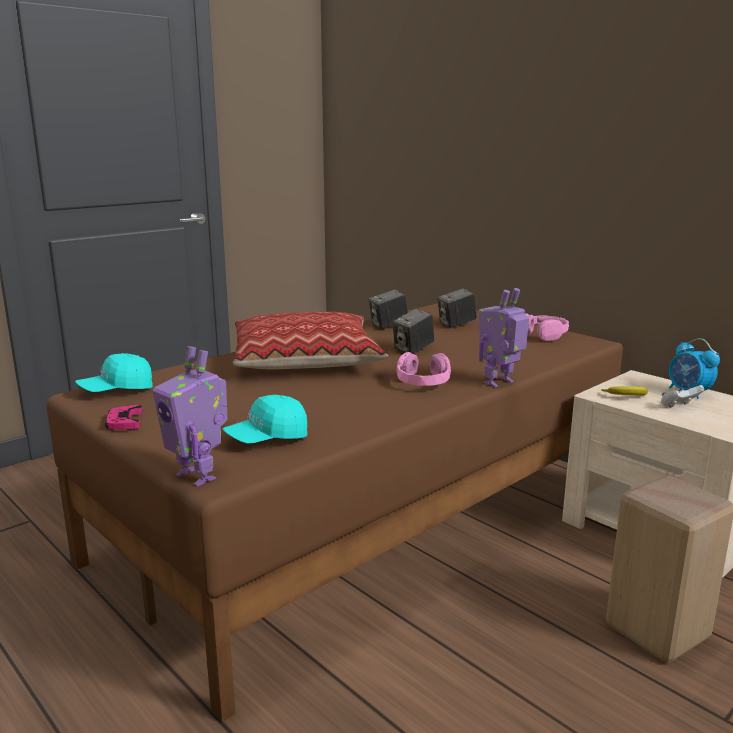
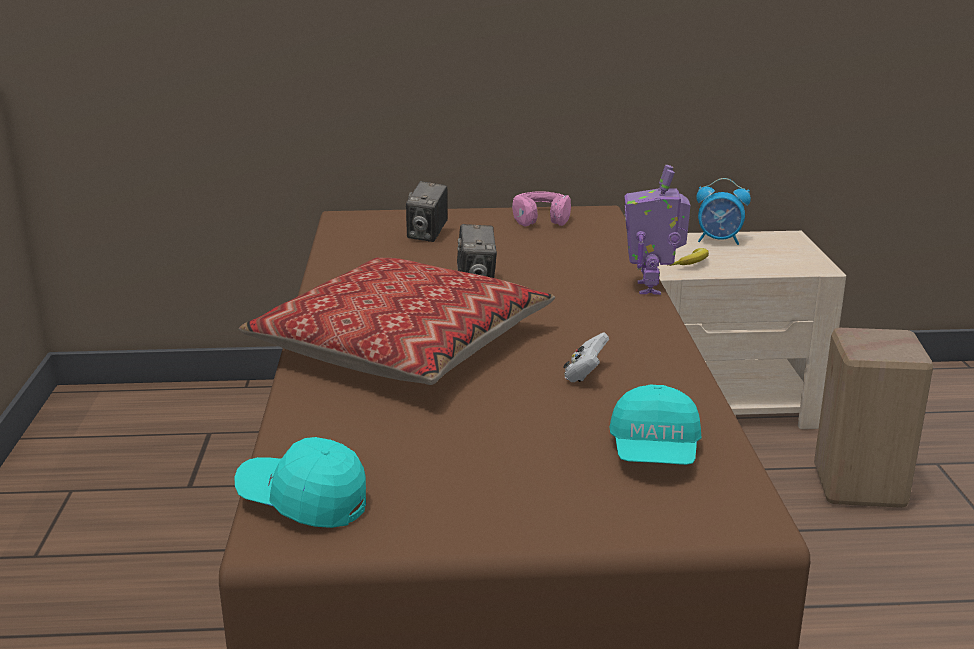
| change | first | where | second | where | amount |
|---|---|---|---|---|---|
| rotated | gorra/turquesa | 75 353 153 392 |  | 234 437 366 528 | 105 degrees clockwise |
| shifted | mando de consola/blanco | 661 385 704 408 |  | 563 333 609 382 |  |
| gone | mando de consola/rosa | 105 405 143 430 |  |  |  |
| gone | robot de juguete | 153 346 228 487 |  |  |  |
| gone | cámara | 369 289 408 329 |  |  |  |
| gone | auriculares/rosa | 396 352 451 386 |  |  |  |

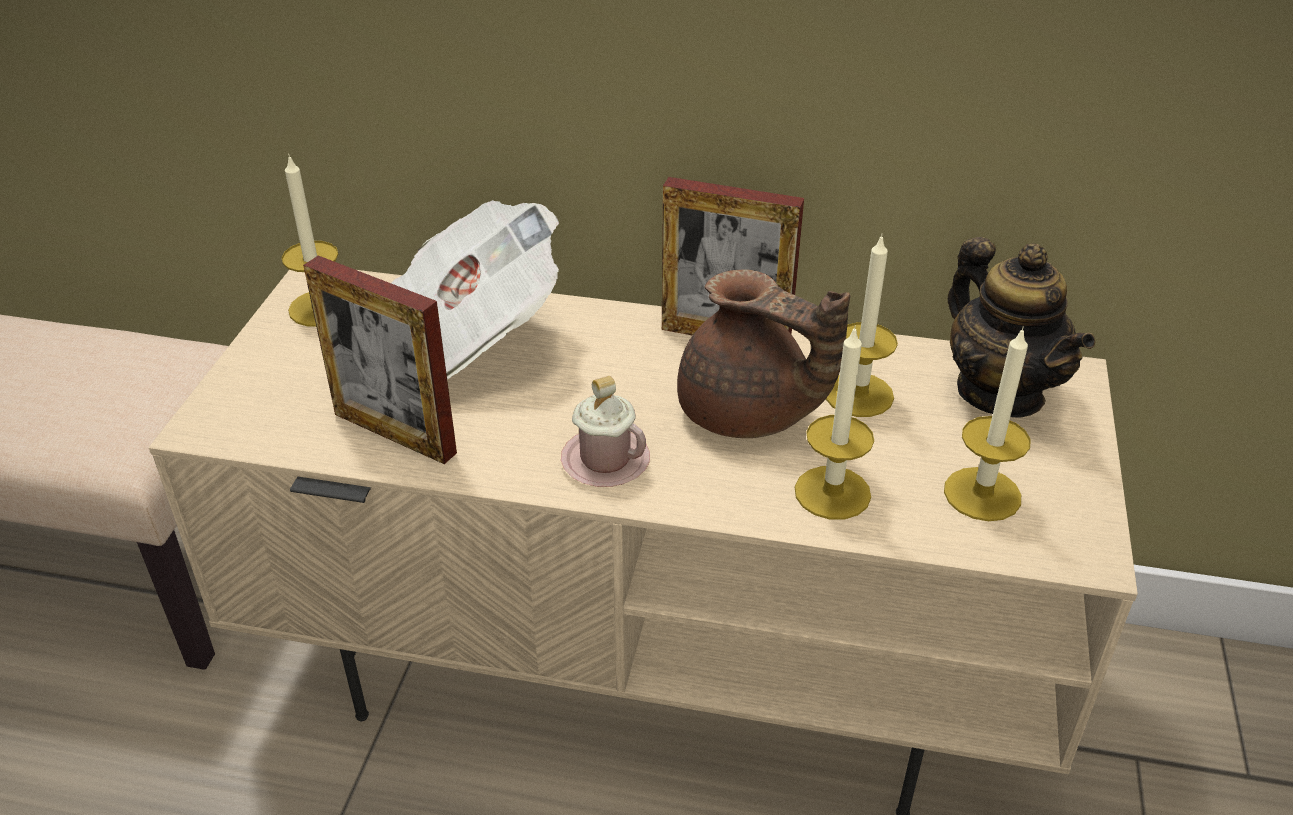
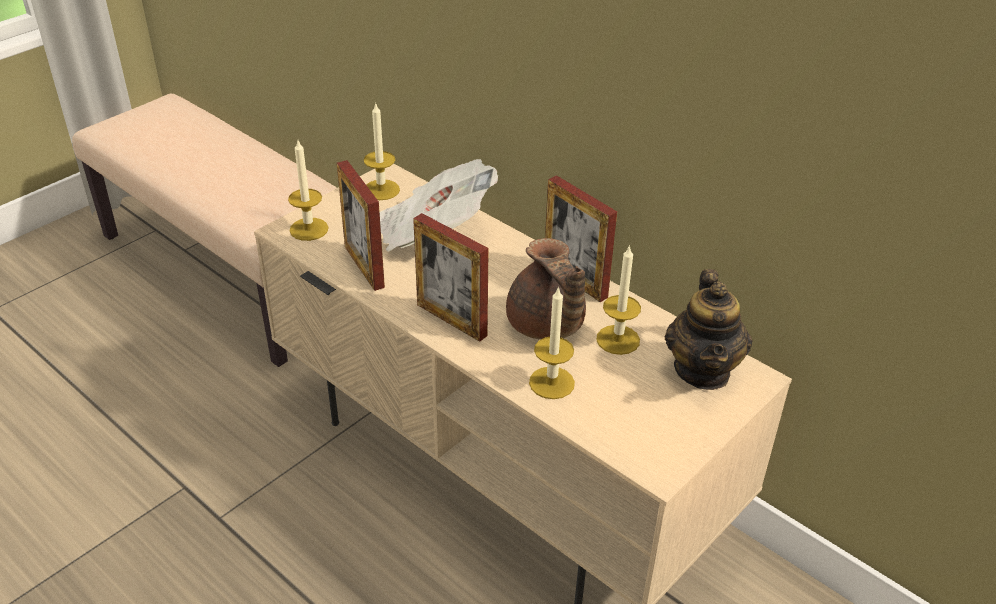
| change | first | where | second | where | amount |
|---|---|---|---|---|---|
| shifted | vela | 944 327 1030 521 |  | 288 141 329 241 |  |
| swapped | taza grande/rosa | 561 376 650 487 | portarretratos | 413 213 489 342 |  |

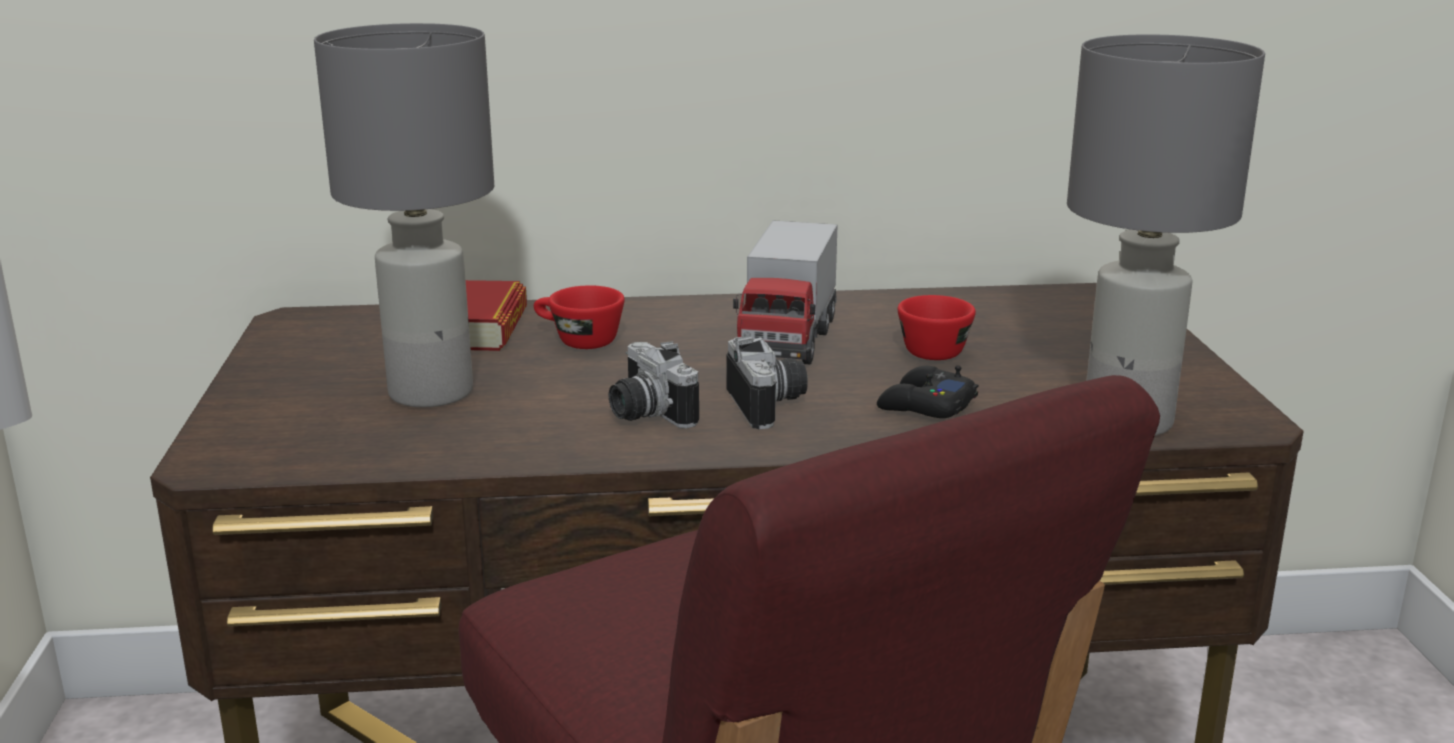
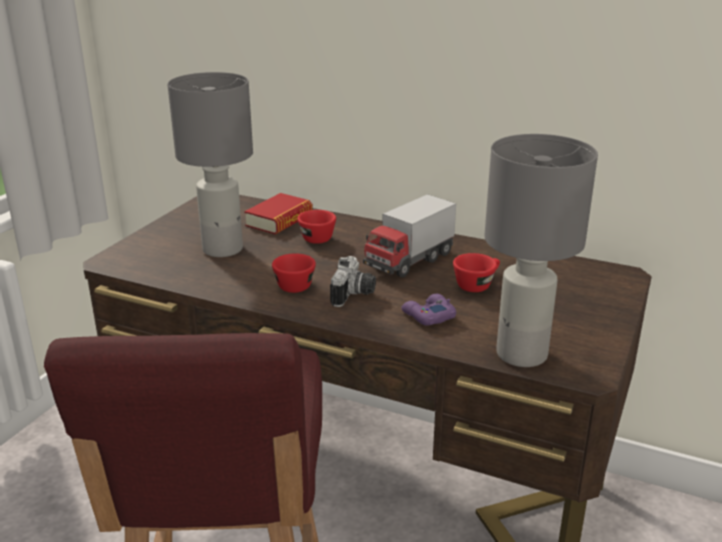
| change | first | where | second | where | amount |
|---|---|---|---|---|---|
| swapped | cámara | 609 341 699 428 | taza/rojo | 272 253 316 293 |  |
| repainted | mando de consola/negro | 877 366 978 418 | mando de consola/morado | 401 294 456 326 |  |

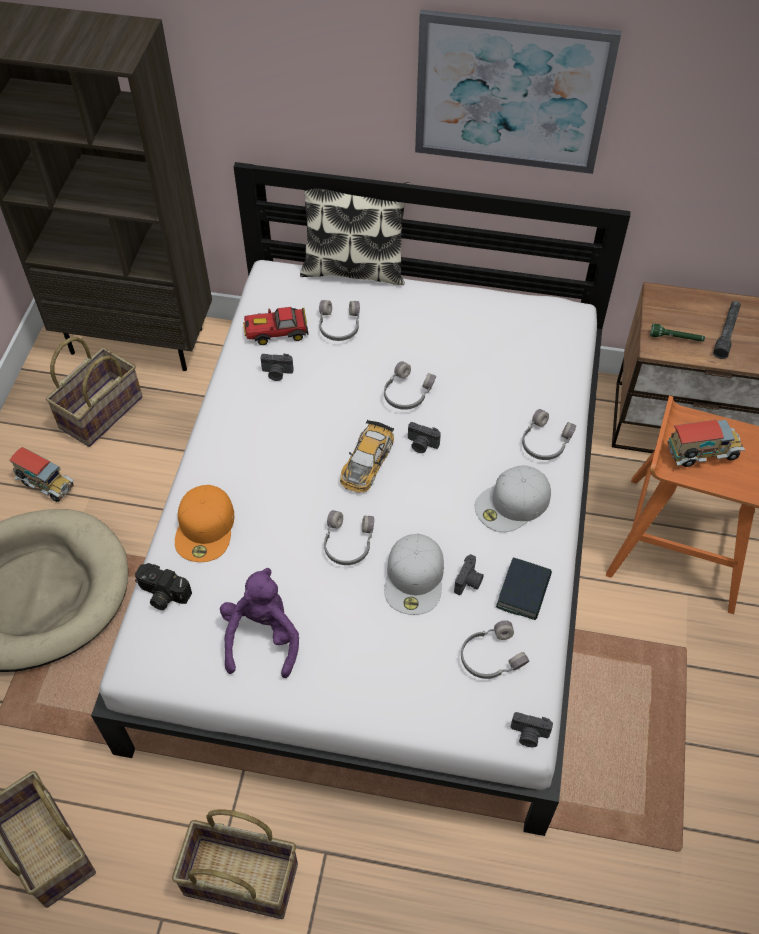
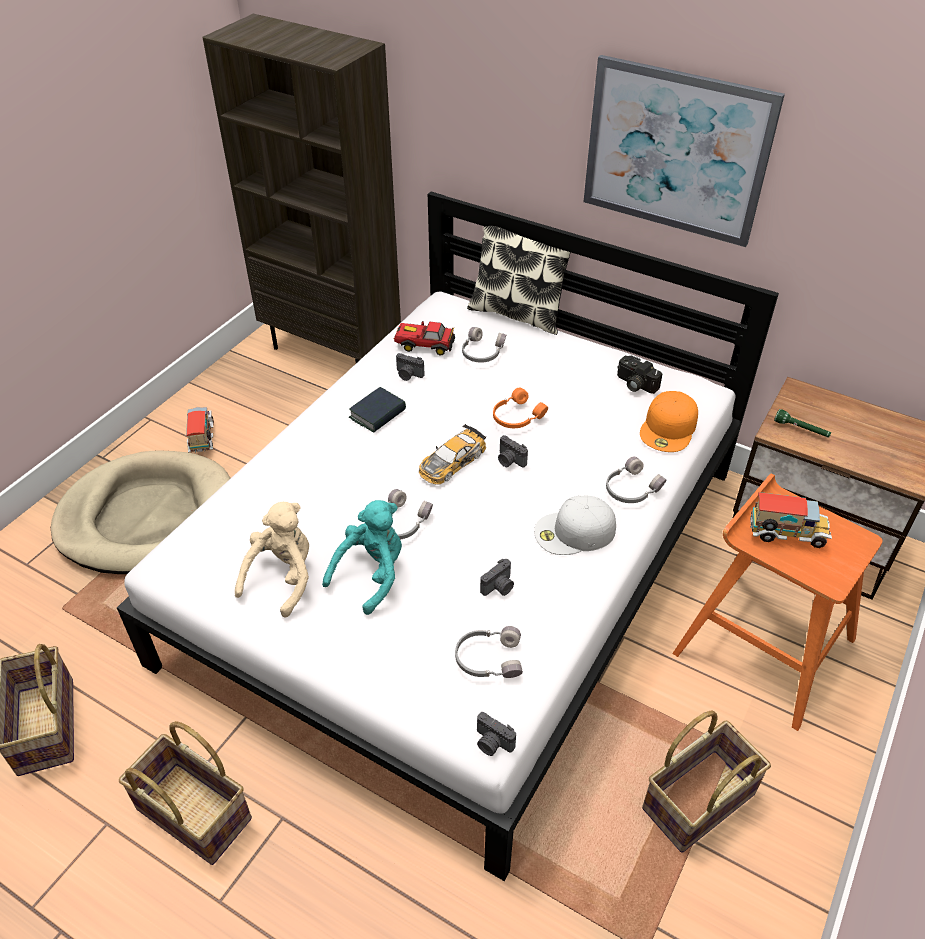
| change | first | where | second | where | amount |
|---|---|---|---|---|---|
| rotated | camión de juguete | 9 447 74 502 |  | 186 407 214 453 | 150 degrees counterclockwise |
| repainted | peluche/morado | 220 568 299 678 | peluche/beis | 235 502 309 618 |  |
| new |  |  | peluche/turquesa | 322 500 402 615 |  |
| shifted | libro | 496 558 552 620 |  | 349 387 406 433 |  |
| repainted | auriculares/gris | 384 361 436 410 | auriculares/naranja | 493 388 548 428 |  |
| shifted | cámara | 135 563 192 610 |  | 617 356 662 394 |  |
| shifted | gorra/naranja | 175 485 234 562 |  | 640 391 698 452 |  |
| shifted | cesta | 46 337 143 447 |  | 642 710 771 853 |  |
| gone | gorra/blanco | 384 534 444 615 |  |  |  |
| gone | linterna/gris | 713 301 741 359 |  |  |  |

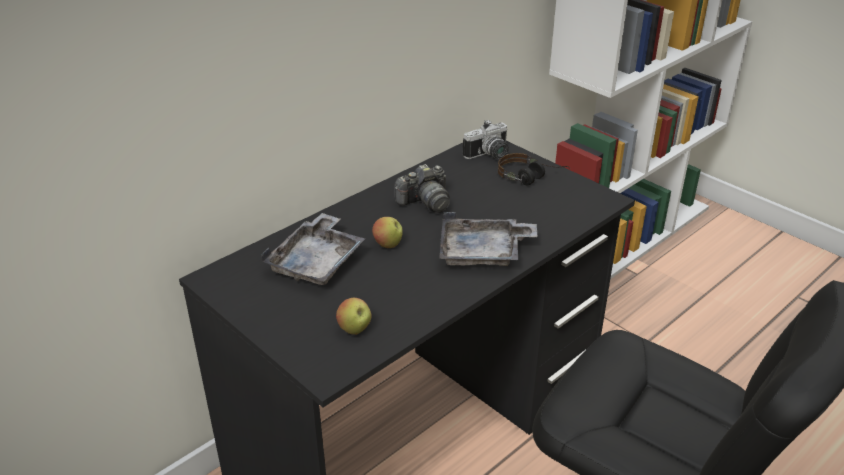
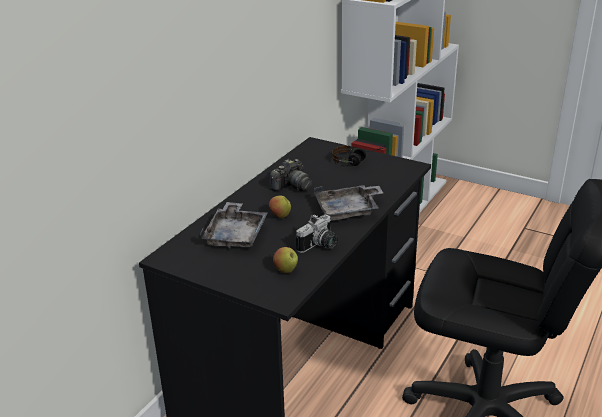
| change | first | where | second | where | amount |
|---|---|---|---|---|---|
| shifted | cámara | 463 120 509 159 |  | 296 214 338 253 |  |

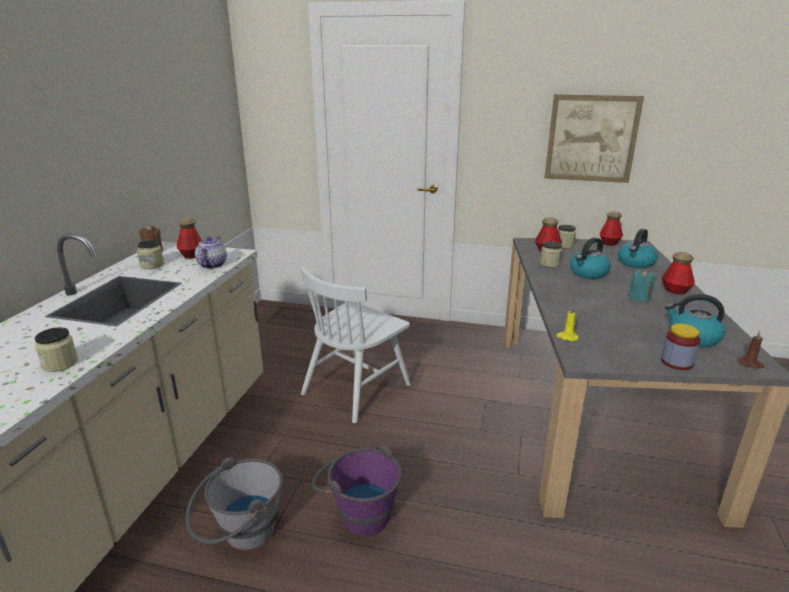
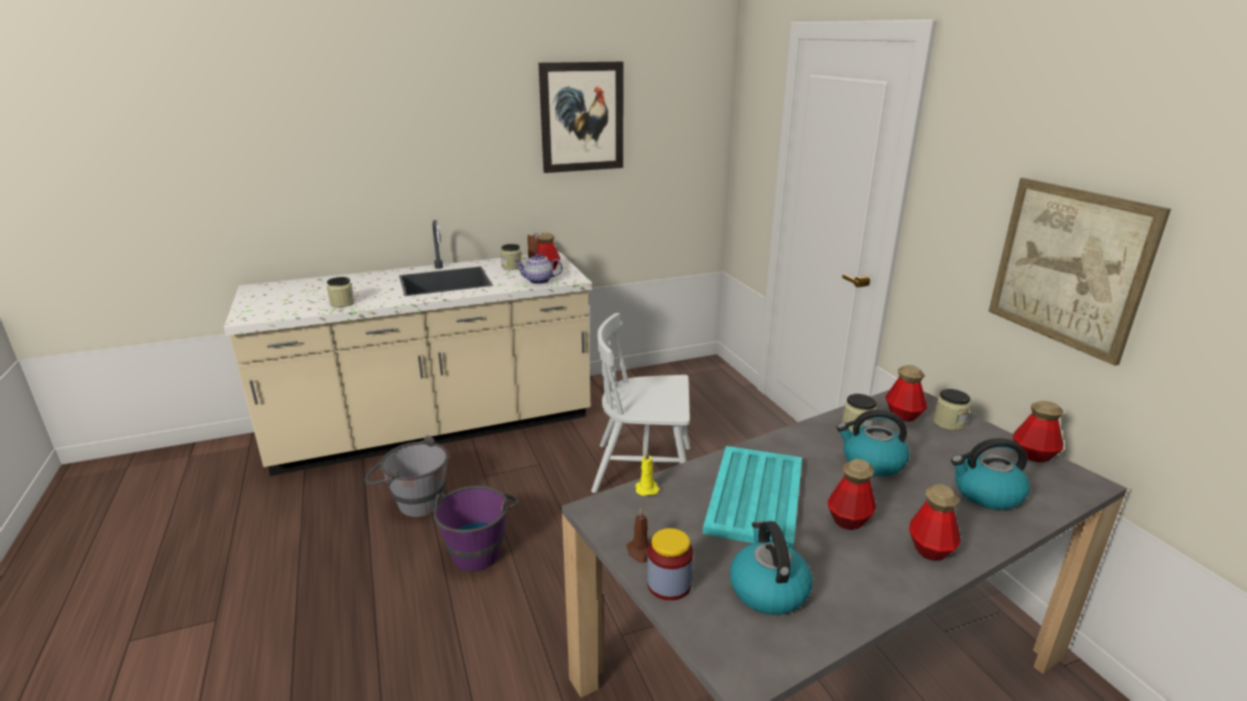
| change | first | where | second | where | amount |
|---|---|---|---|---|---|
| rotated | tetera | 195 237 227 269 |  | 515 253 563 284 | 150 degrees counterclockwise |
| new |  |  | cuadro | 539 62 623 173 |  |
| shifted | vela/marrón | 738 331 764 369 |  | 626 509 651 563 |  |
| new |  |  | bandeja/turquesa | 703 446 802 549 |  |
| swapped | vela/turquesa | 628 270 656 302 | botella | 827 459 876 530 |  |

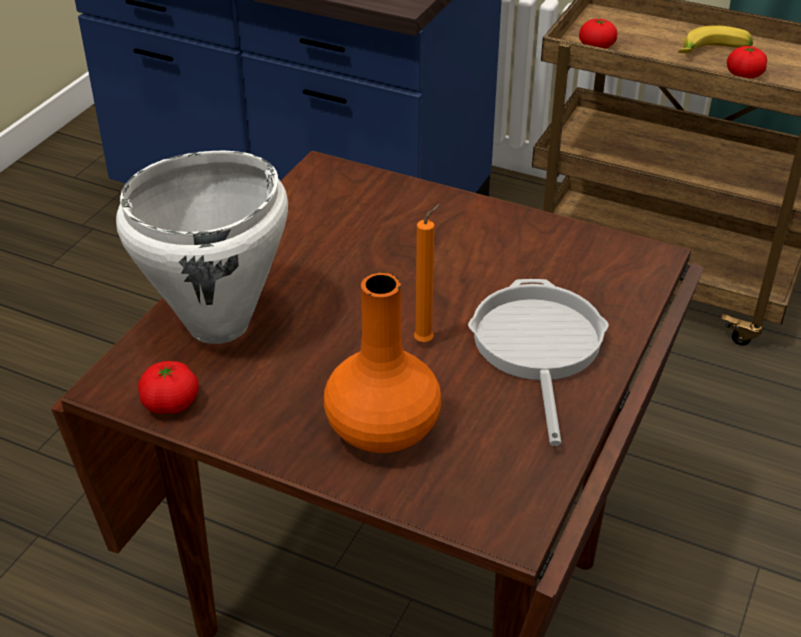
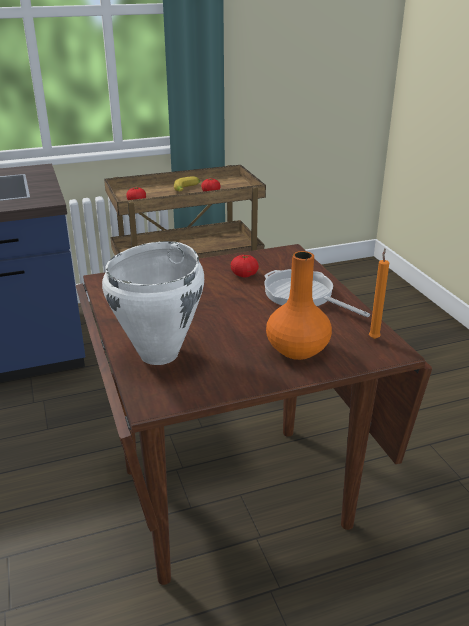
| change | first | where | second | where | amount |
|---|---|---|---|---|---|
| shifted | tomate | 138 361 198 414 |  | 231 255 259 277 |  |
| shifted | vela/naranja | 414 204 441 342 |  | 369 249 389 339 |  |

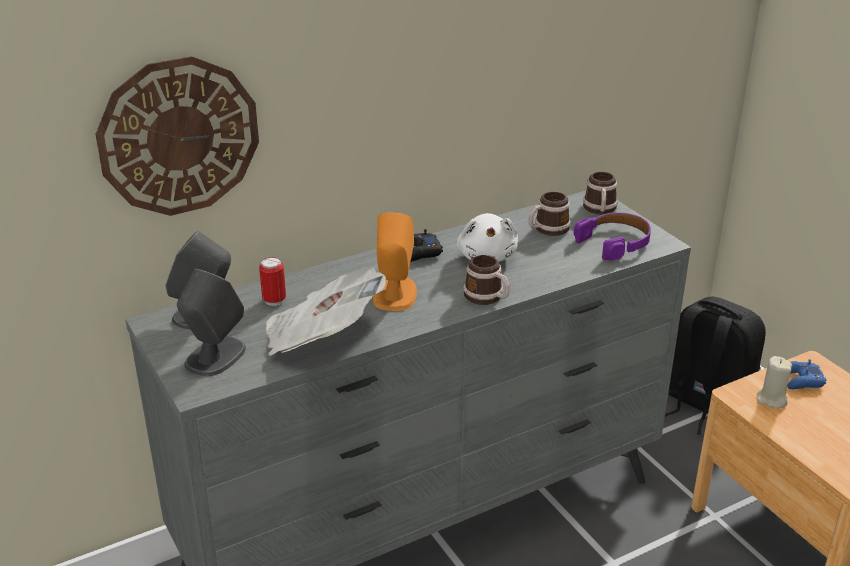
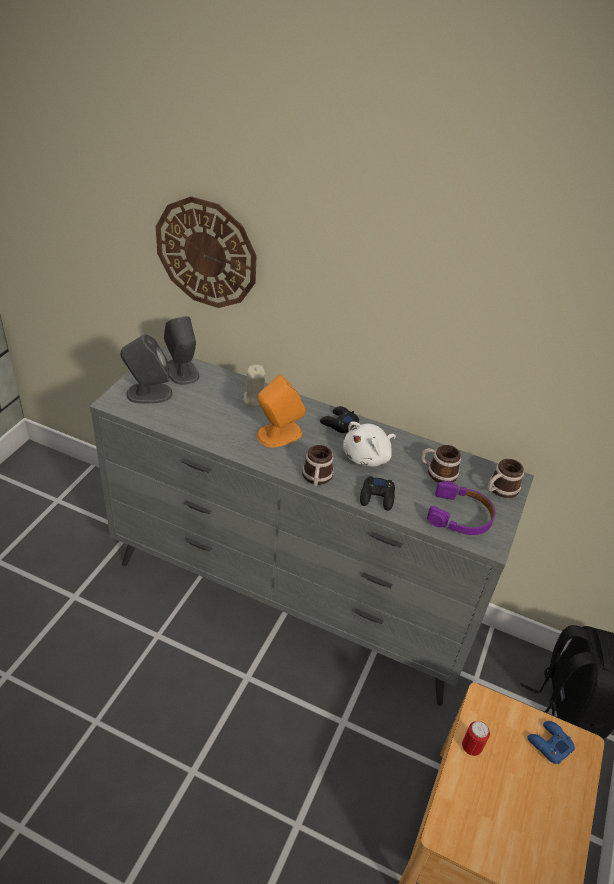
| change | first | where | second | where | amount |
|---|---|---|---|---|---|
| shifted | vela/beis | 757 356 792 408 |  | 243 365 265 407 |  |
| new |  |  | mando de consola/negro | 360 476 395 511 |  |
| shifted | lata | 259 257 286 306 |  | 462 721 490 756 |  |
| gone | periódico | 266 266 386 356 |  |  |  |

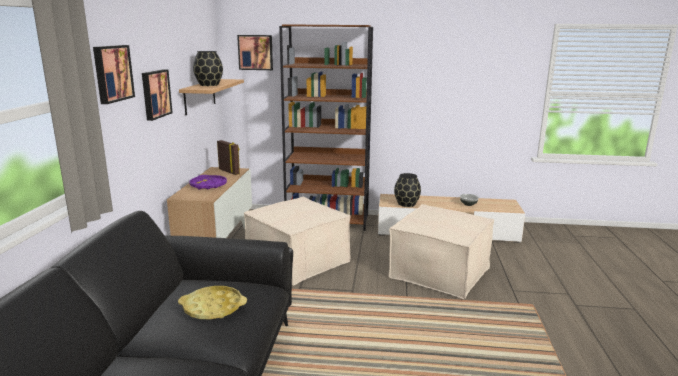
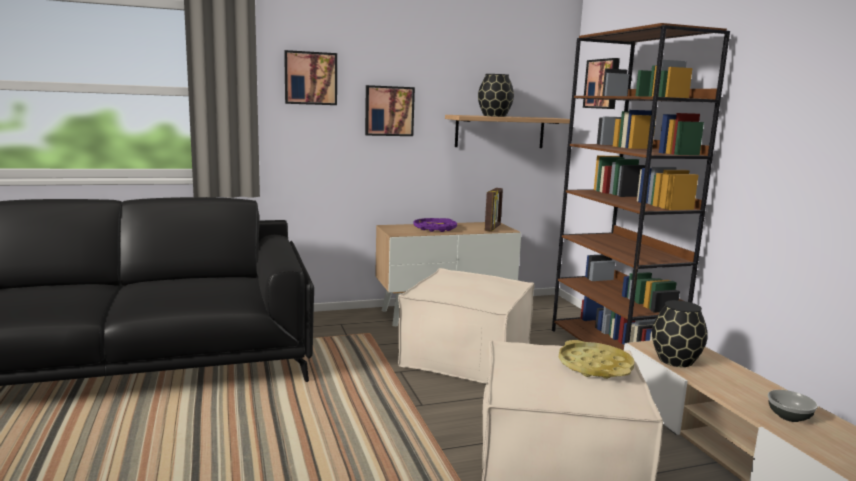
| change | first | where | second | where | amount |
|---|---|---|---|---|---|
| shifted | bandeja/amarillo | 178 286 247 320 |  | 559 340 634 379 |  |

